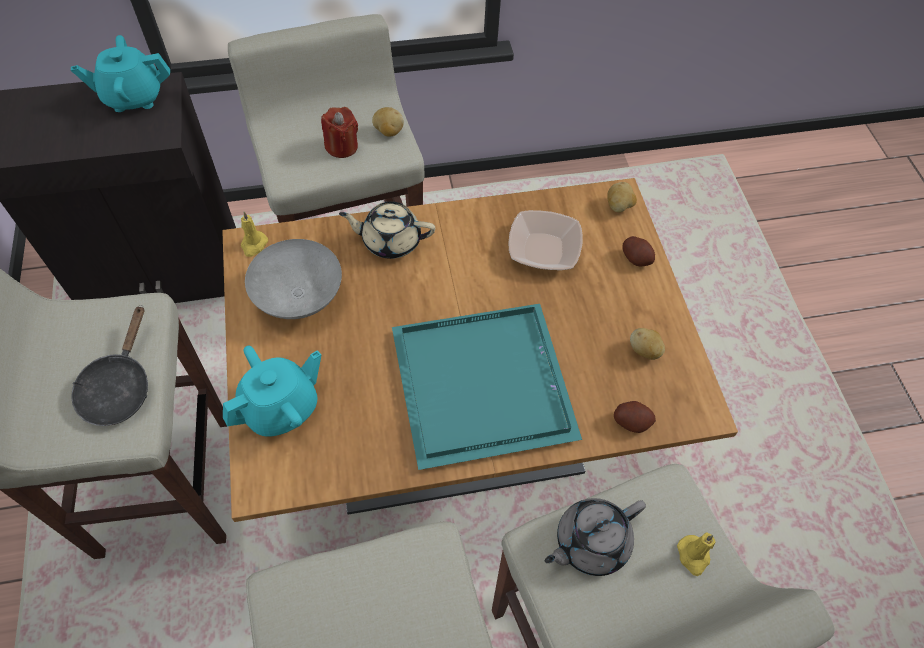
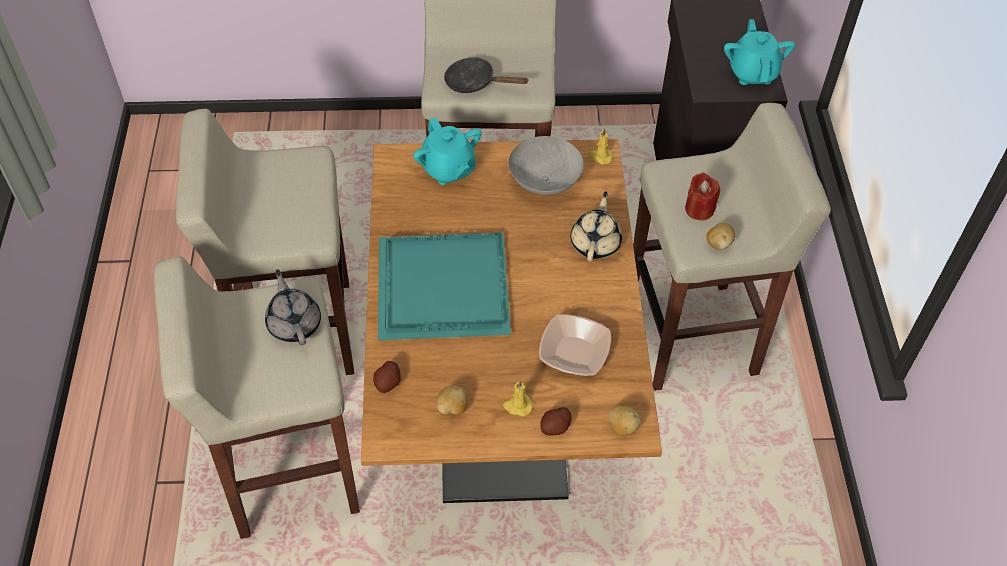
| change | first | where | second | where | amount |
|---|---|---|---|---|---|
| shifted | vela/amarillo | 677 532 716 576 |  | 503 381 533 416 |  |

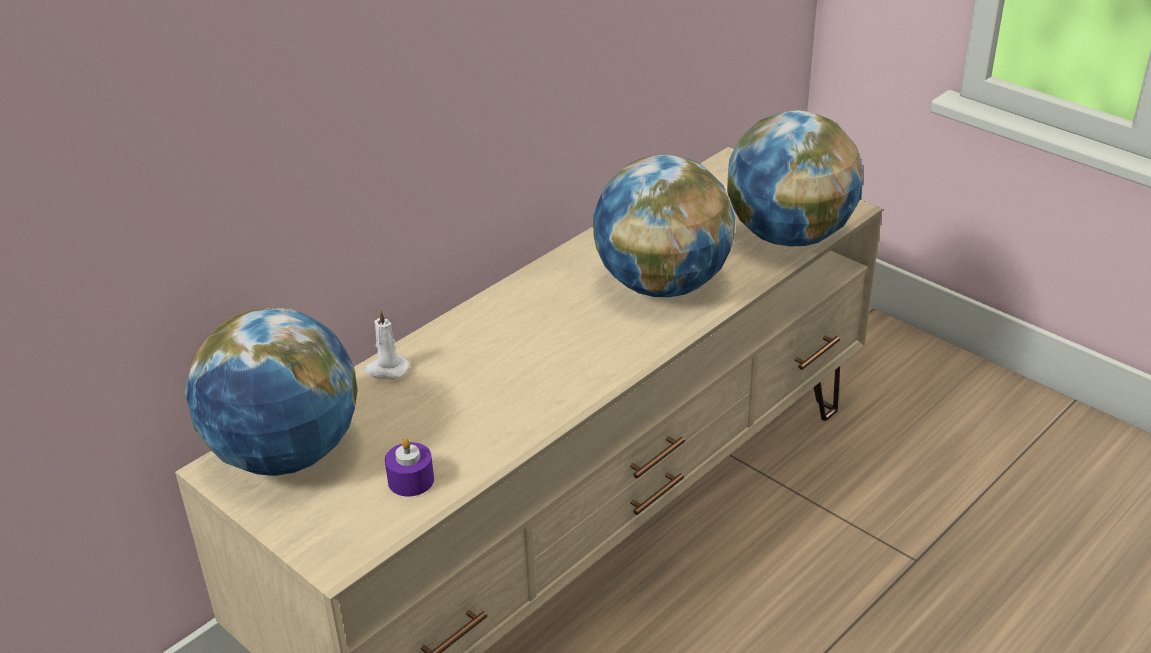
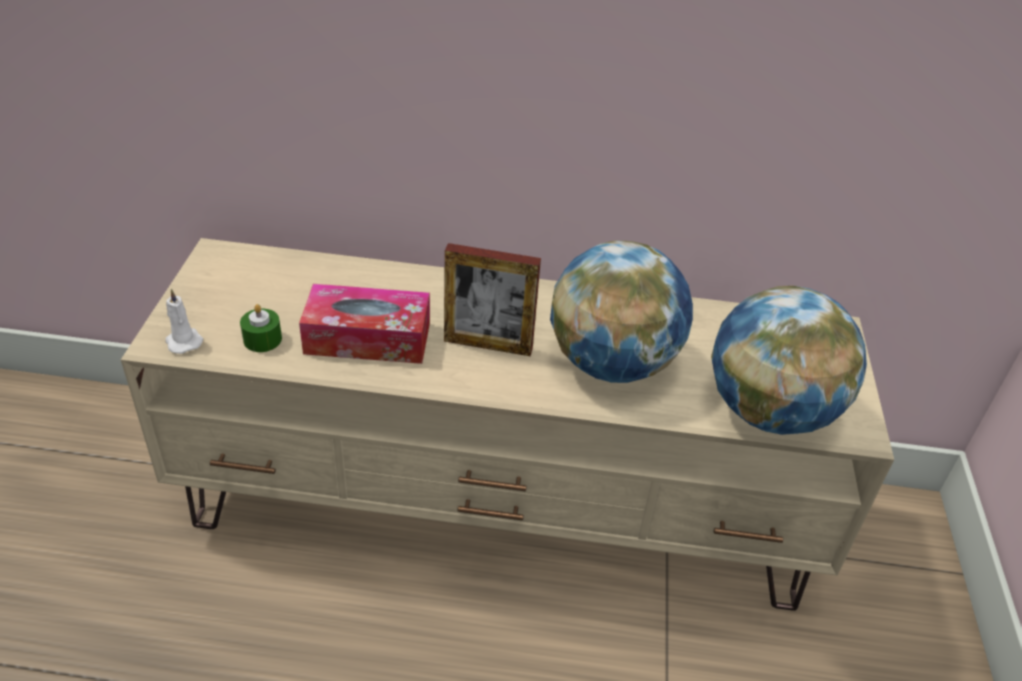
| change | first | where | second | where | amount |
|---|---|---|---|---|---|
| shifted | vela/blanco | 364 309 410 379 |  | 166 289 203 354 |  |
| repainted | vela/morado | 385 438 434 496 | vela/verde | 240 304 282 352 |  |
| new |  |  | caja de pañuelos | 299 284 430 364 |  |
| new |  |  | portarretratos | 444 243 541 356 |  |
| gone | globo terráqueo | 185 307 358 476 |  |  |  |

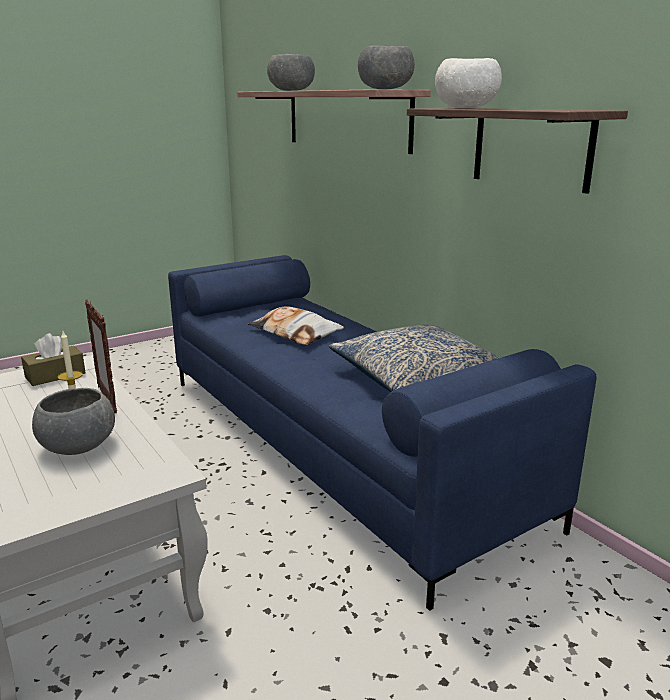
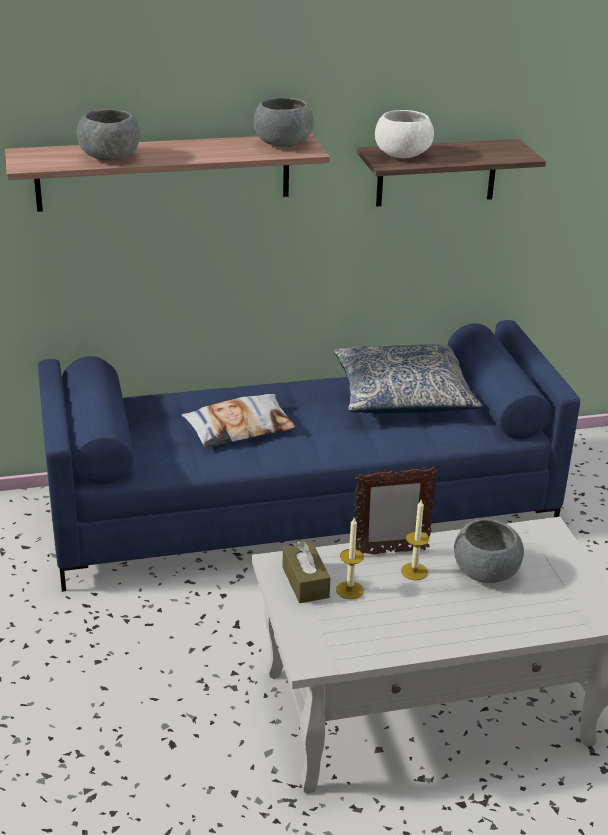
| change | first | where | second | where | amount |
|---|---|---|---|---|---|
| new |  |  | vela | 336 518 364 599 |  |

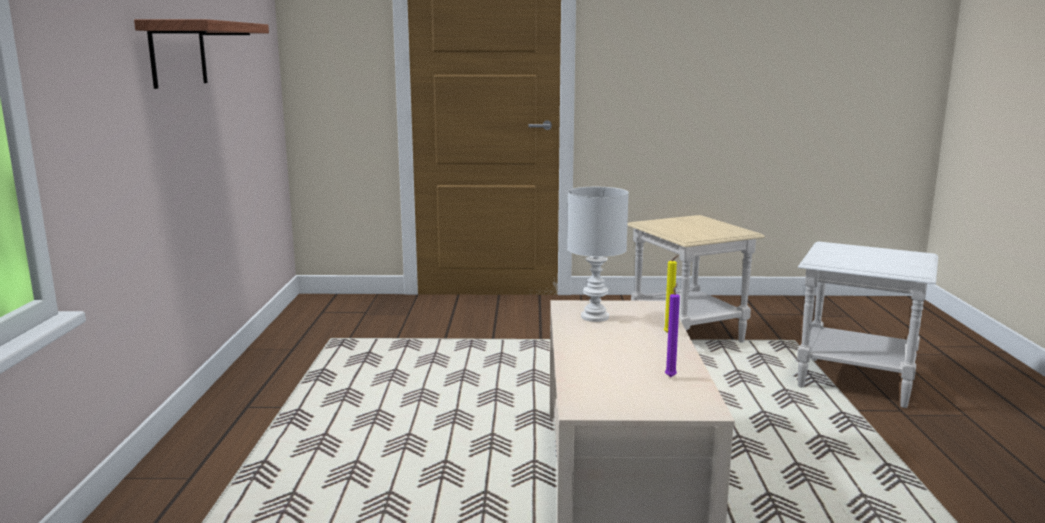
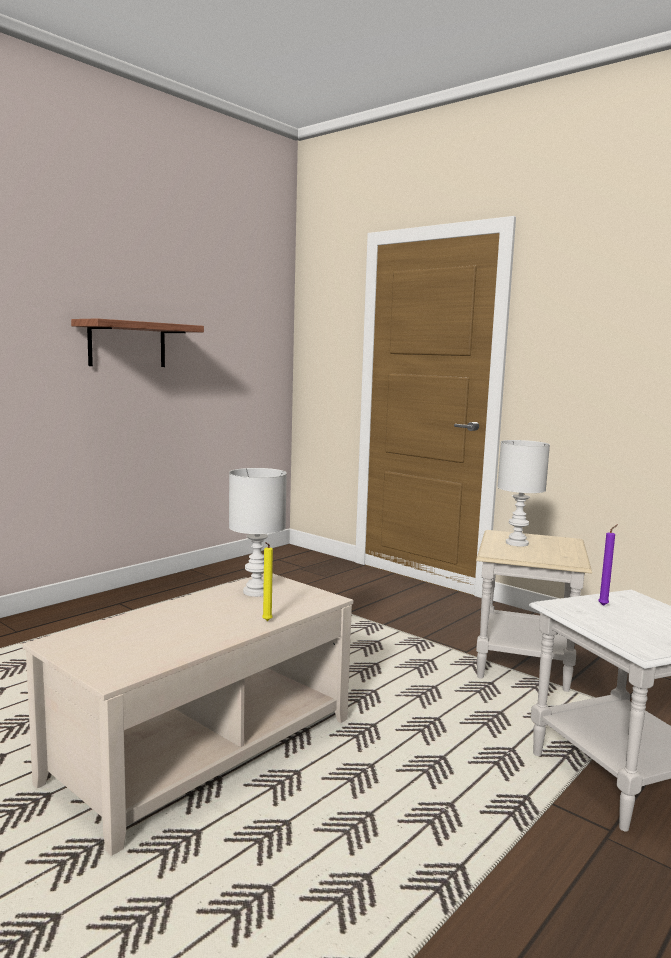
| change | first | where | second | where | amount |
|---|---|---|---|---|---|
| new |  |  | lámpara de mesa/blanco | 497 440 550 547 |  |
| shifted | vela/morado | 665 284 680 377 |  | 598 524 618 606 |  |

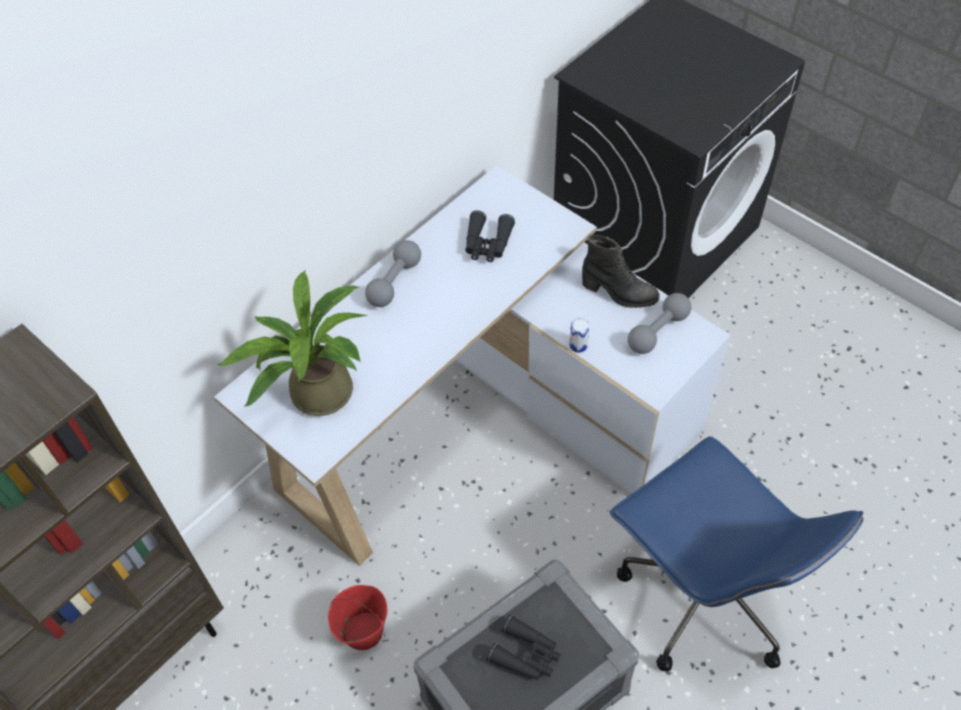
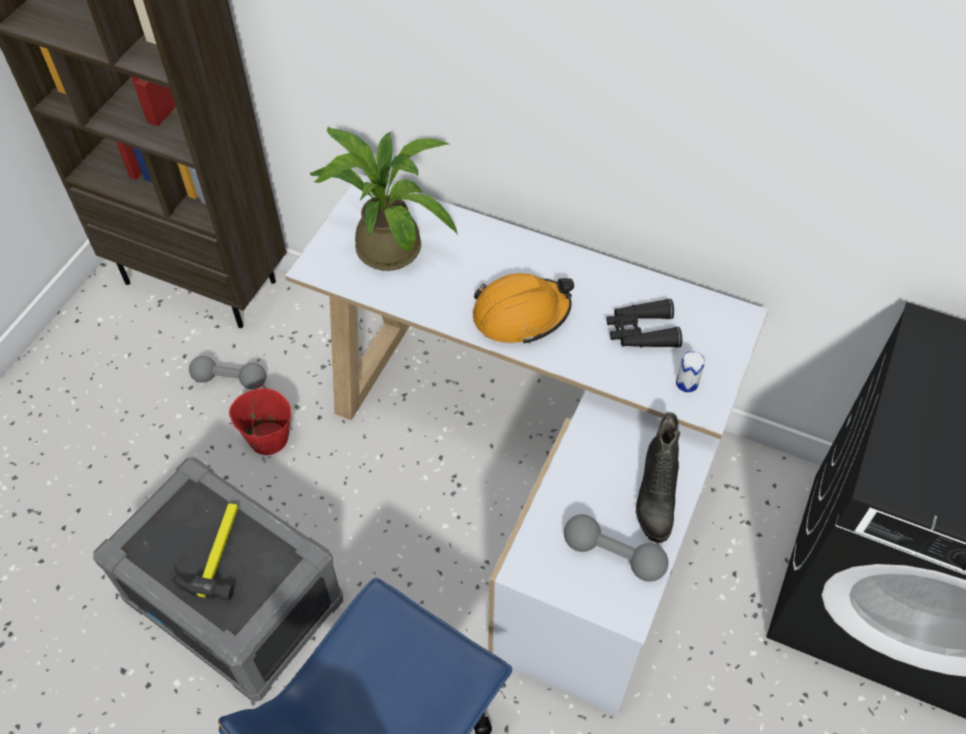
| change | first | where | second | where | amount |
|---|---|---|---|---|---|
| swapped | prismáticos/negro | 486 615 561 681 | martillo | 169 503 238 601 |  |
| shifted | mancuerna/gris | 365 240 421 307 |  | 189 356 266 389 |  |
| new |  |  | casco/naranja | 473 273 574 344 |  |
| shifted | lata | 569 318 589 353 |  | 676 351 705 392 |  |

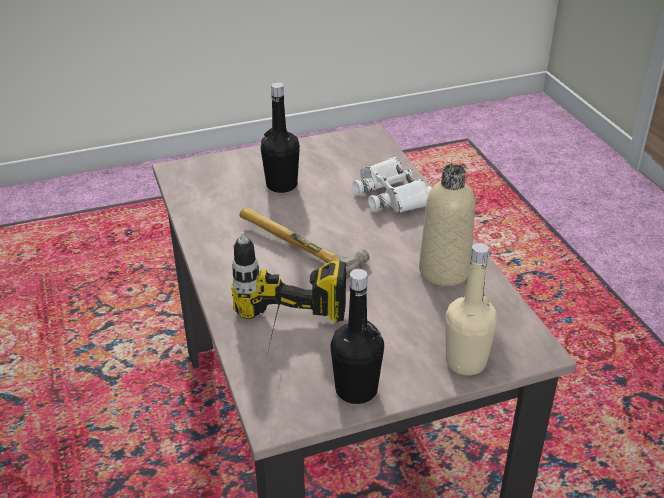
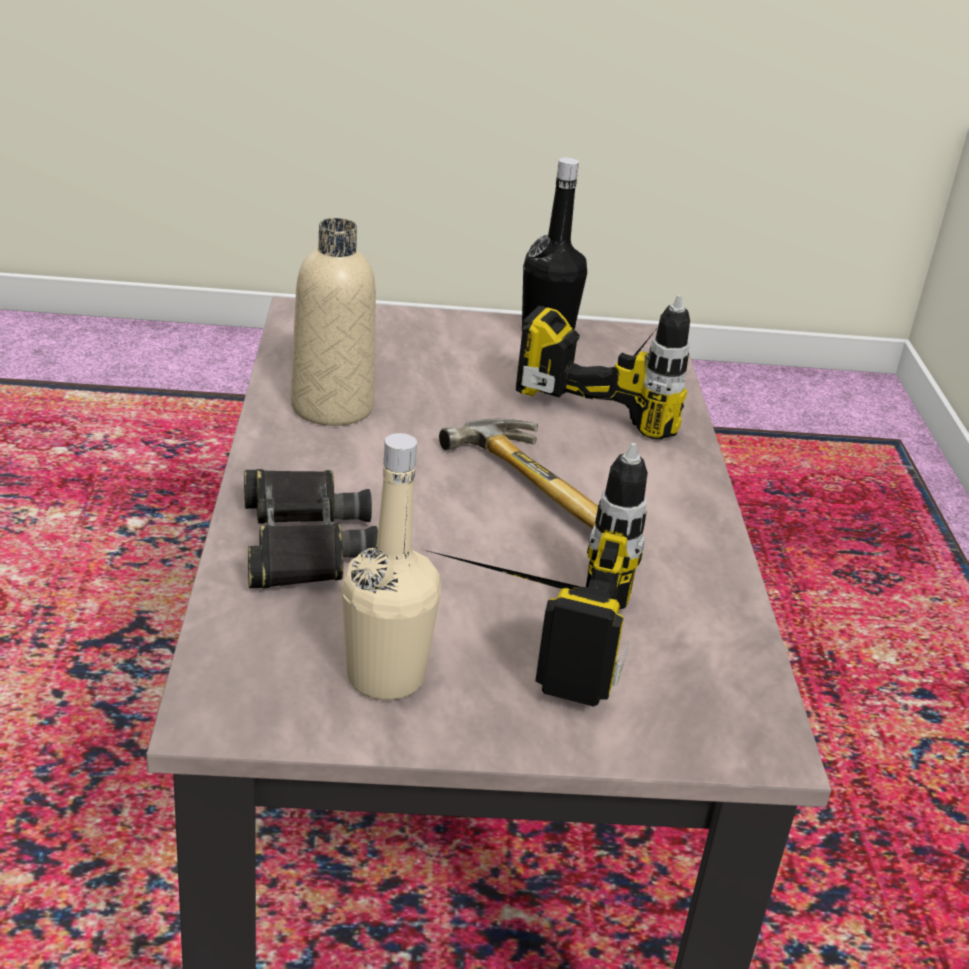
| change | first | where | second | where | amount |
|---|---|---|---|---|---|
| repainted | prismáticos/blanco | 353 157 432 213 | prismáticos/negro | 244 469 378 589 |  |
| shifted | botella/beis | 445 243 498 375 |  | 342 433 441 700 |  |
| swapped | botella/negro | 260 82 300 193 | taladro | 421 443 648 707 |  |

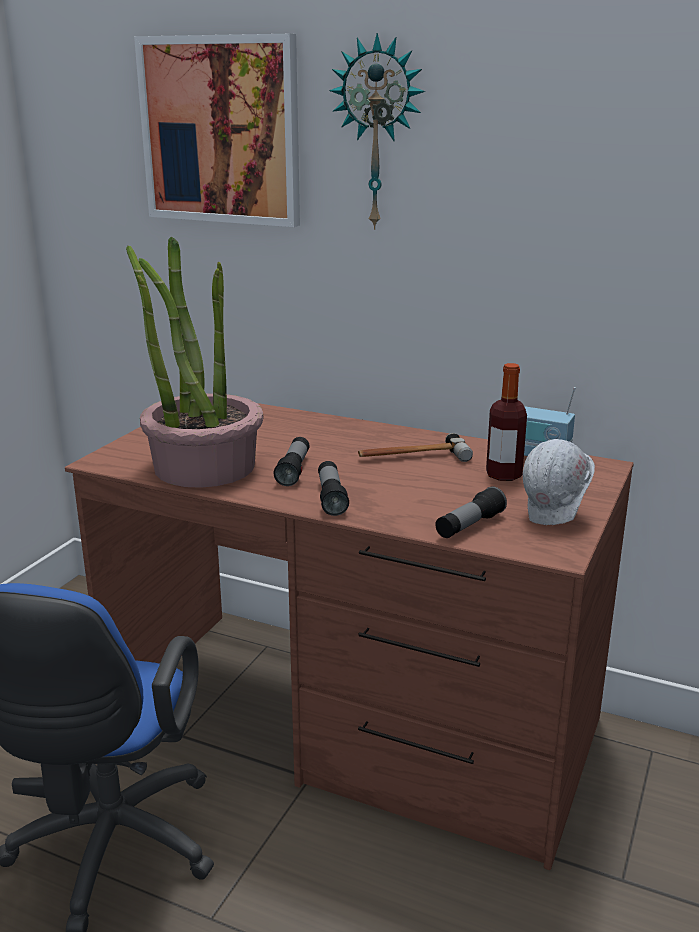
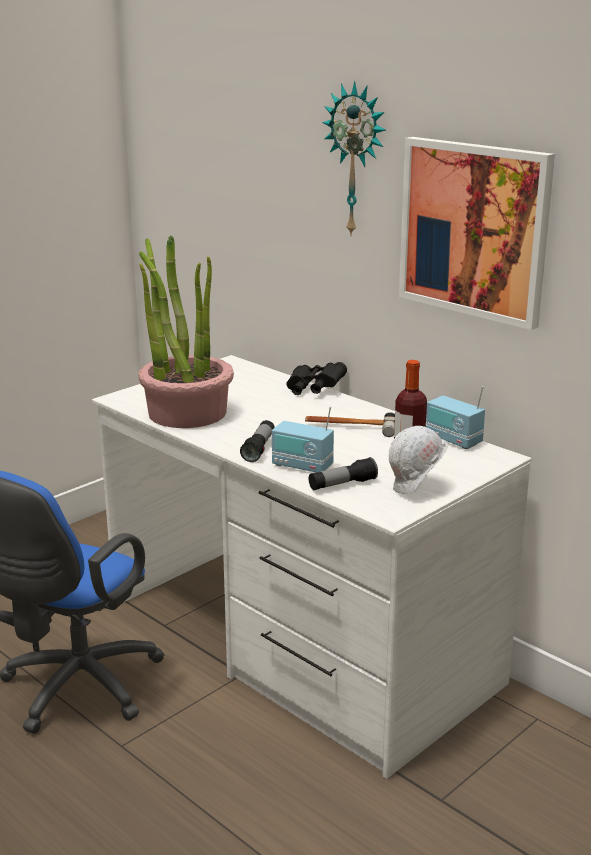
| change | first | where | second | where | amount |
|---|---|---|---|---|---|
| repainted | escritorio/marrón | 65 403 634 870 | escritorio/blanco | 92 355 531 779 |  |
| new |  |  | radio | 272 407 334 473 |  |
| new |  |  | prismáticos/negro | 286 362 347 395 |  |
| shifted | cuadro | 134 34 300 227 |  | 399 137 555 330 |  |
| gone | linterna | 274 437 309 486 |  |  |  |

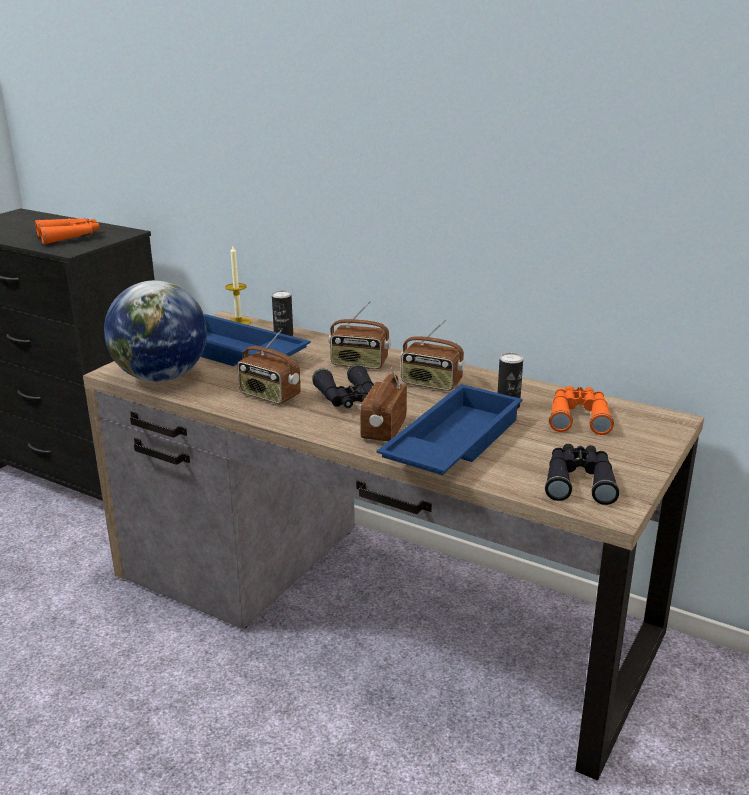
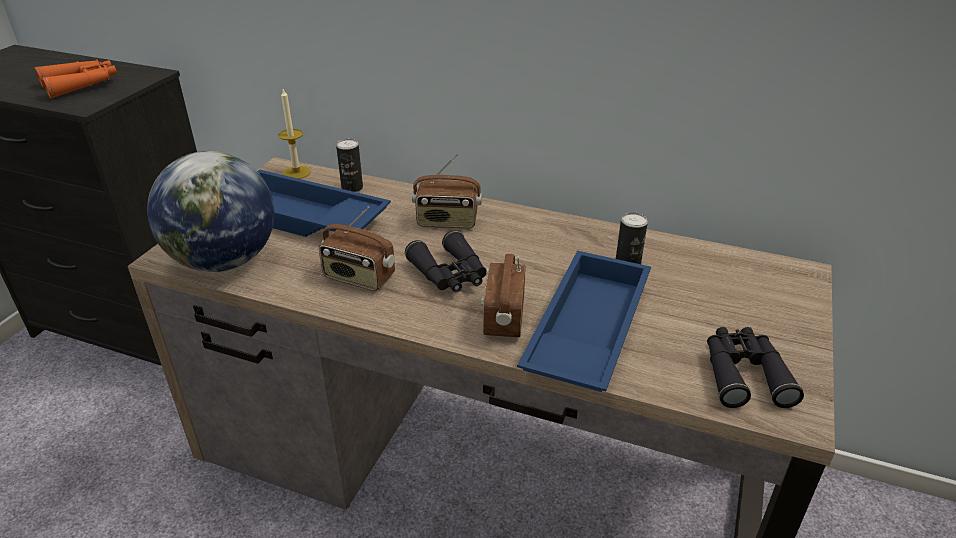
| change | first | where | second | where | amount |
|---|---|---|---|---|---|
| gone | radio | 401 319 466 391 |  |  |  |
| gone | prismáticos/naranja | 549 386 614 435 |  |  |  |

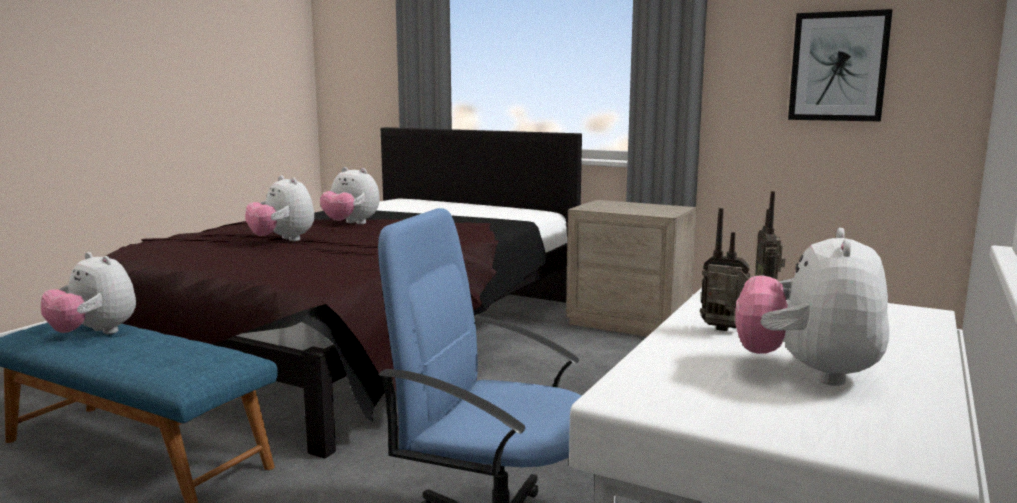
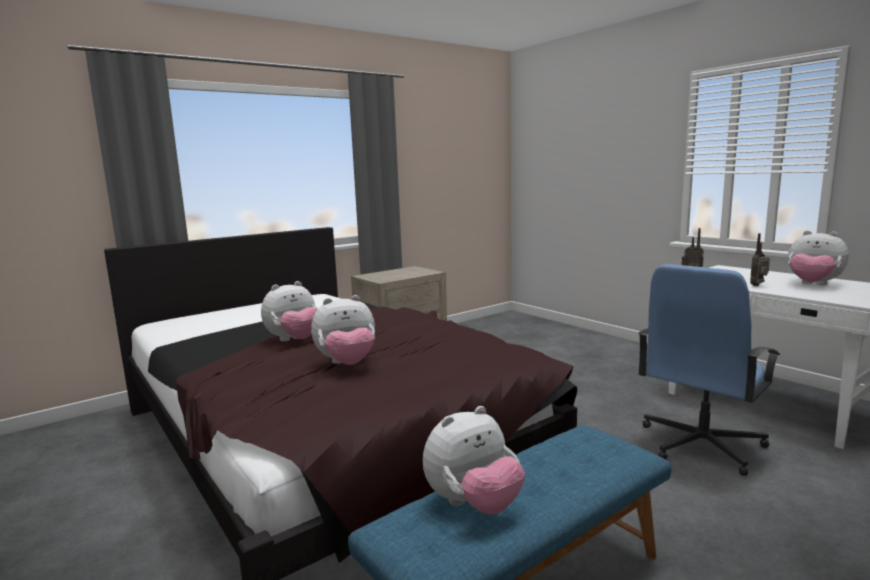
| change | first | where | second | where | amount |
|---|---|---|---|---|---|
| gone | cuadro | 788 9 893 122 |  |  |  |

